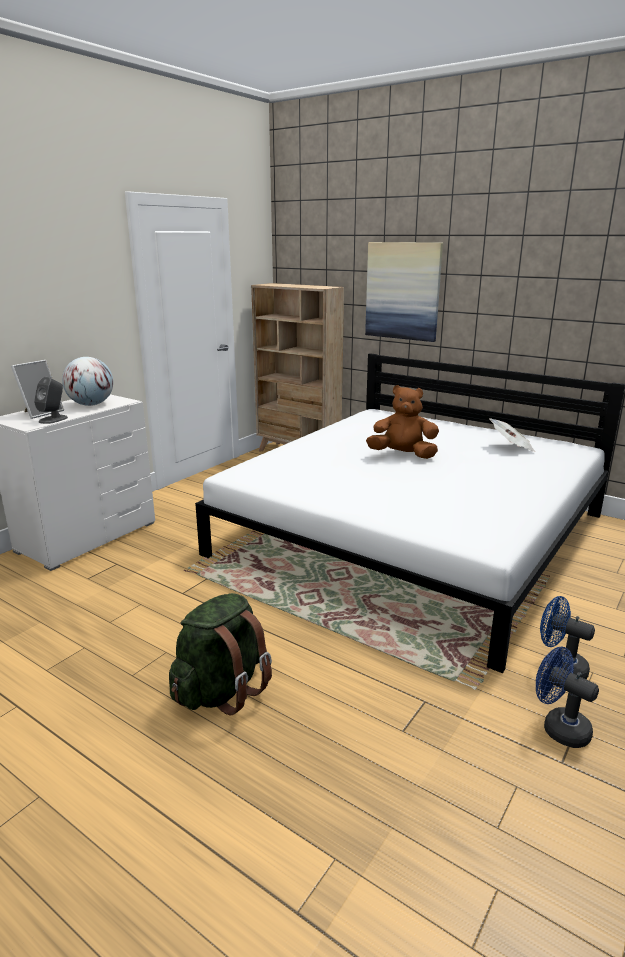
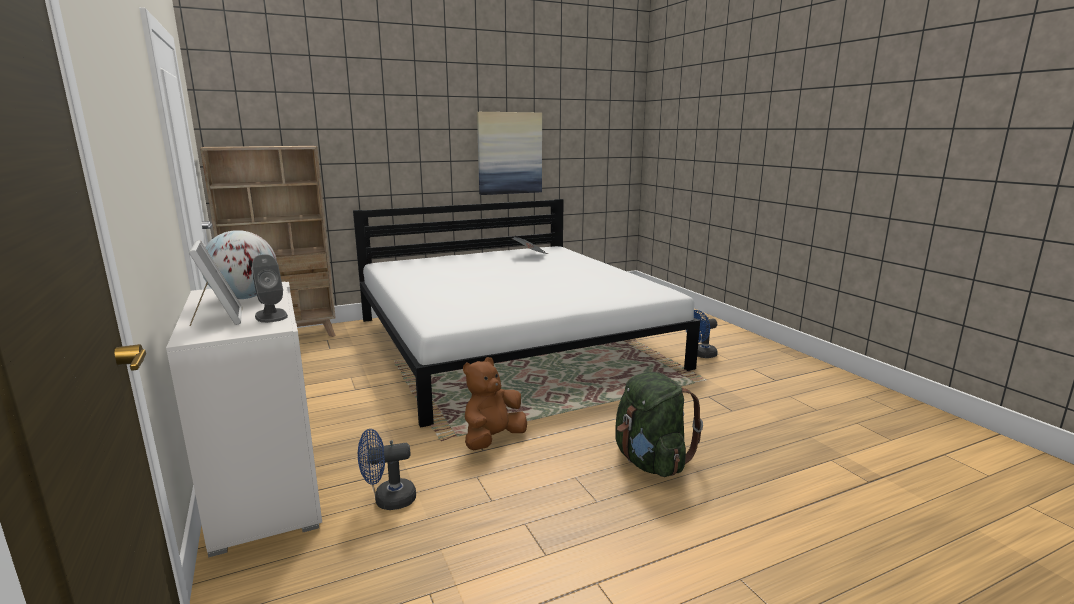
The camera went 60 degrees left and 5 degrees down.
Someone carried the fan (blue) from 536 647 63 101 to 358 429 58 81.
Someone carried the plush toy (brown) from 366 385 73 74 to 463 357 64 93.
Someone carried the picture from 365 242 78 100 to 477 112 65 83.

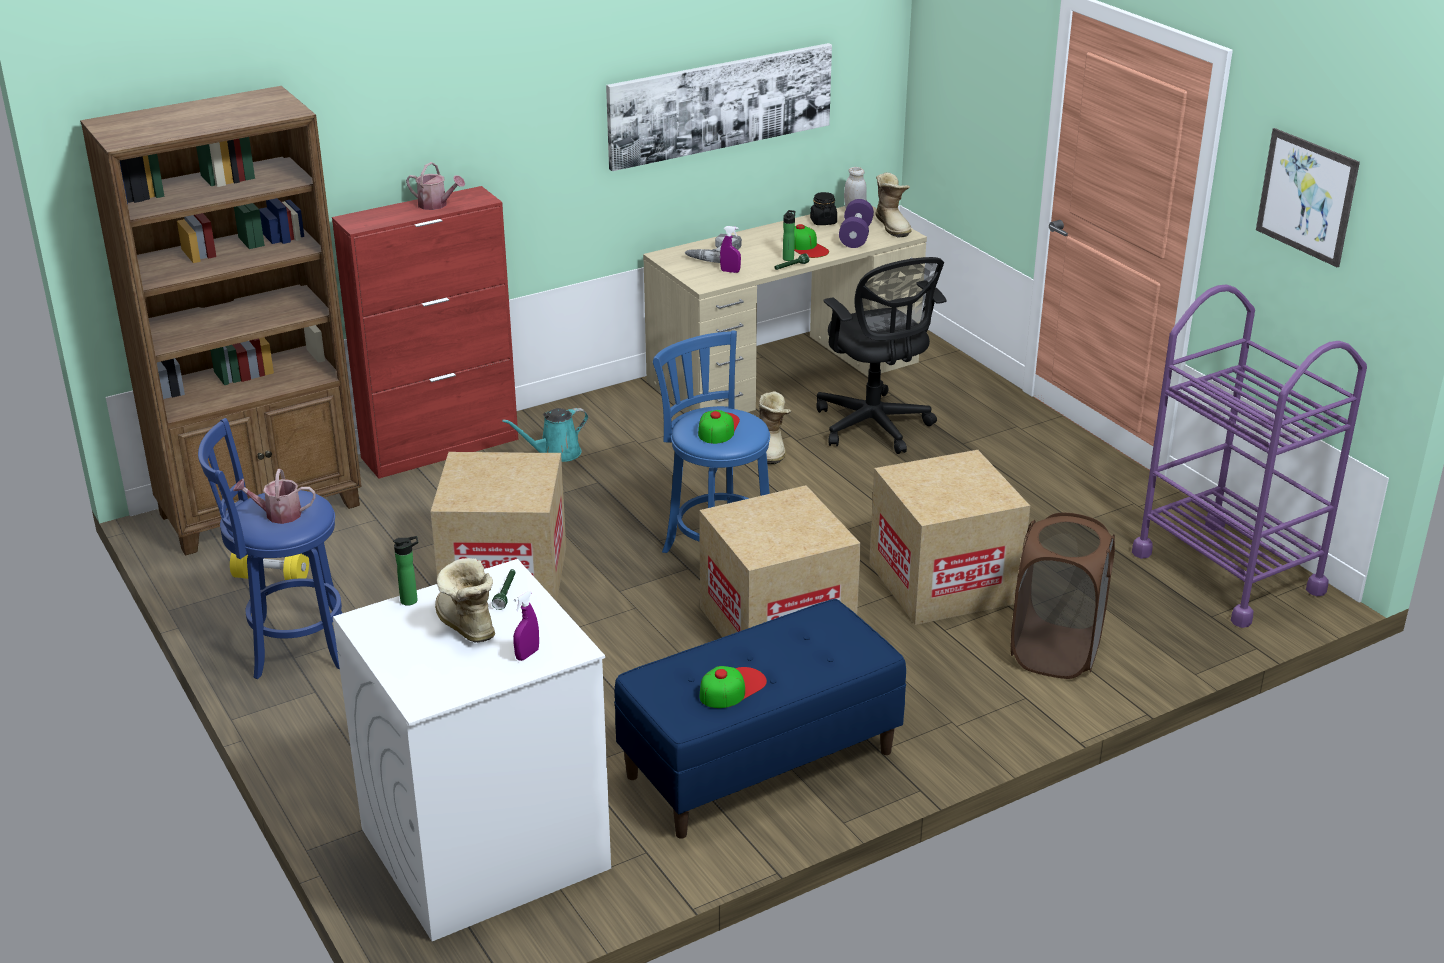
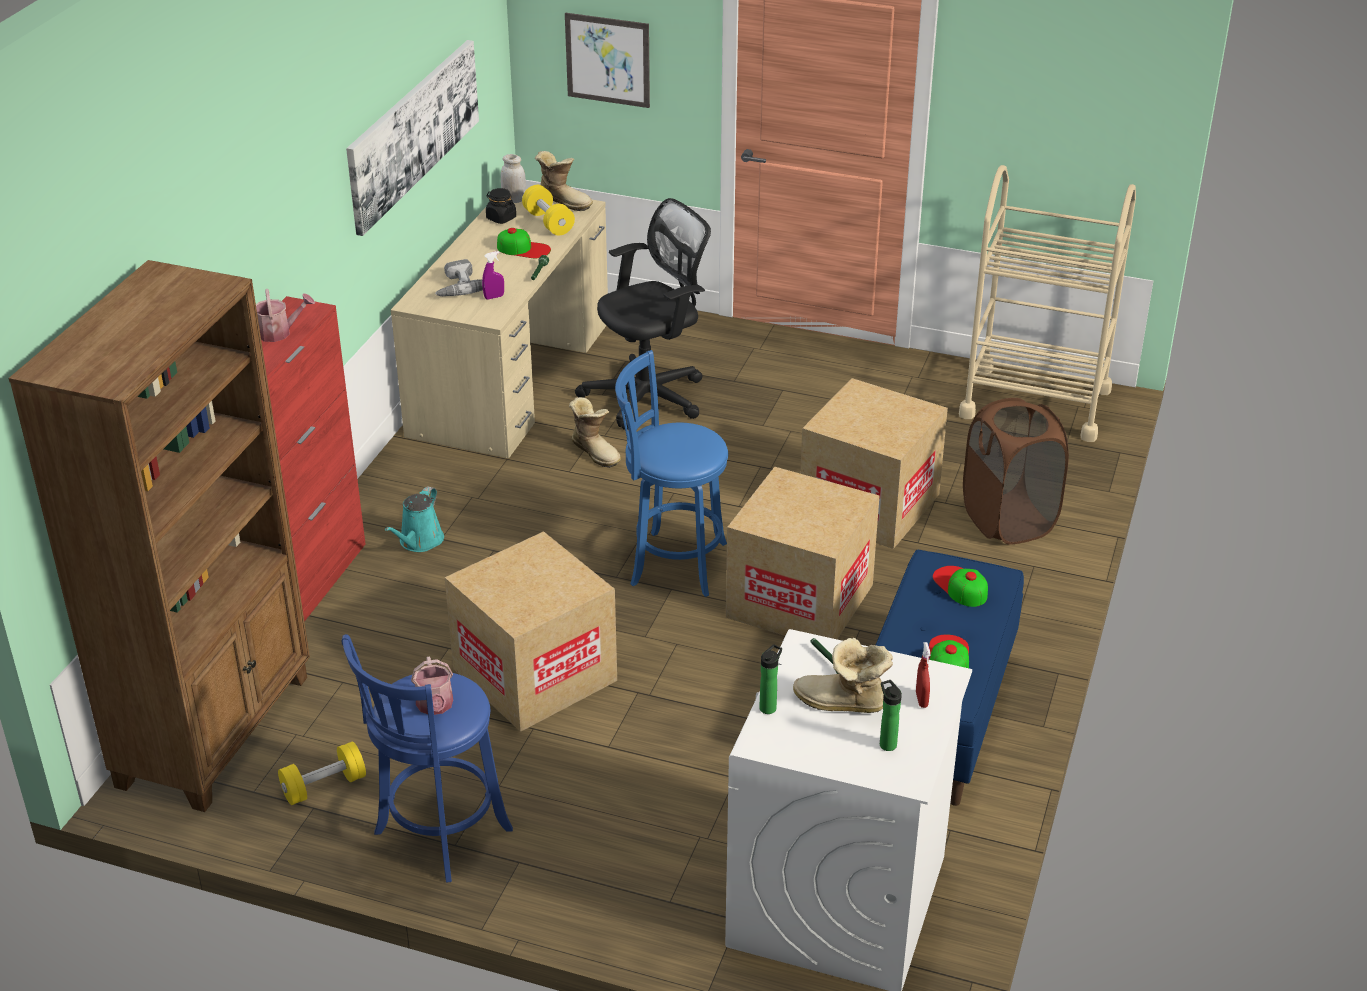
The camera went 40 degrees left and 5 degrees up.
Someone rotated the watering can at 233 469 83 55 by 60 degrees counterclockwise.
Someone repainted the dumbbell (purple) at 839 199 35 49, which became the dumbbell (yellow) at 522 185 53 50.
Someone carried the picture from 1256 128 104 139 to 565 13 85 95.
Someone rotated the office chair (black) at 816 257 130 197 by 60 degrees counterclockwise.
Someone carried the bottle from 783 210 12 51 to 880 680 22 71.
Someone repainted the spray bottle (purple) at 513 591 26 70, which became the spray bottle (red) at 916 642 15 66.
Someone carried the cap from 698 410 42 34 to 933 566 55 41.
Someone repainted the cart (purple) at 1132 285 235 343, which became the cart (beige) at 959 165 177 277.

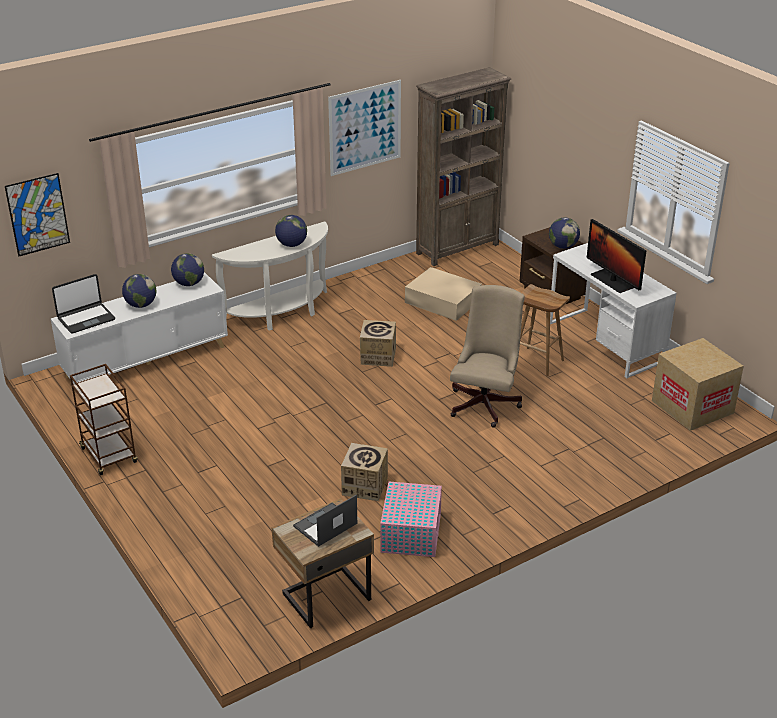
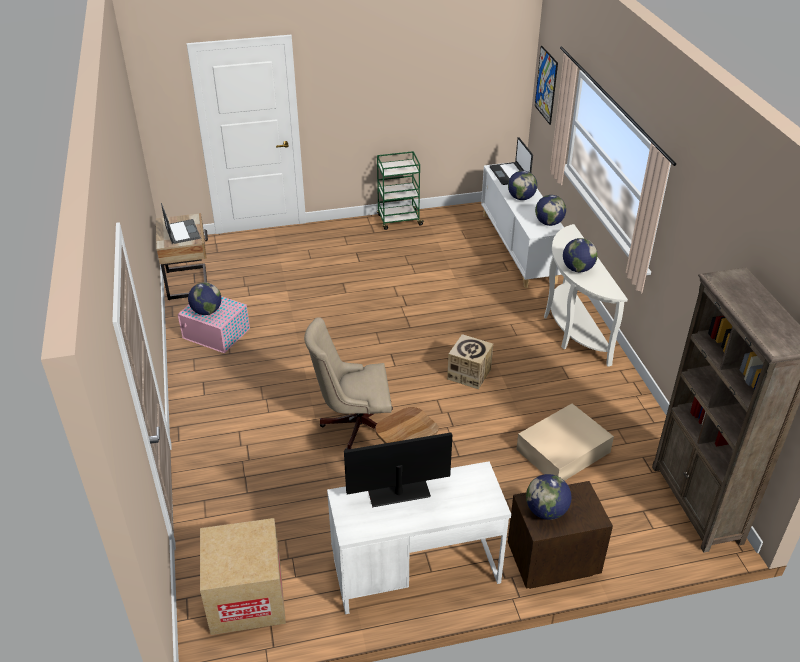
The camera went 110 degrees right and 5 degrees up.
Someone put down the globe at 188 282 33 33.
Someone rotated the office chair (beige) at 450 285 75 143 by 135 degrees clockwise.
Someone repainted the cart (brown) at 70 364 68 111, which became the cart (green) at 377 151 47 79.
Someone took away the picture at 328 80 73 96.
Someone took away the cardboard box at 341 443 47 58.

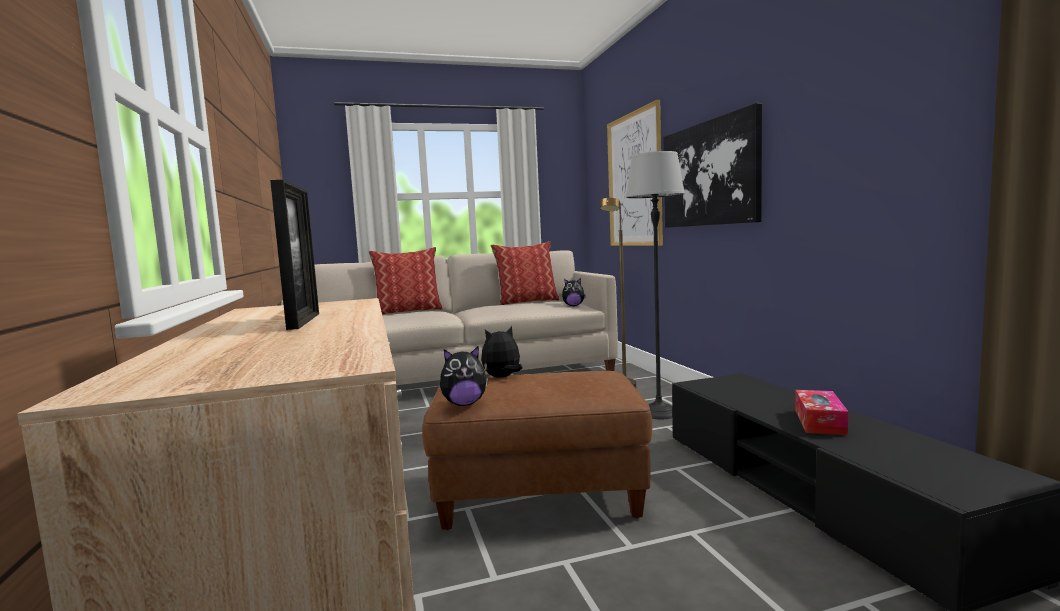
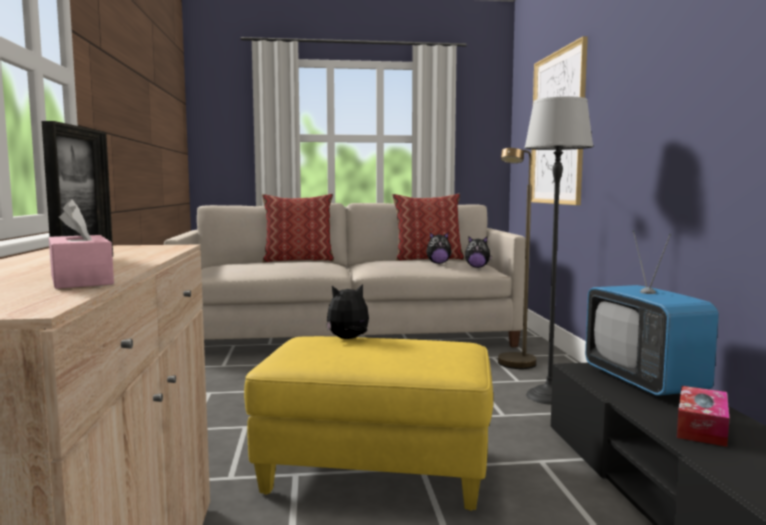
The camera went 10 degrees right and 0 degrees up.
Someone put down the tissue box (pink) at 49 199 65 90.
Someone repainted the ottoman (brown) at 422 371 230 159, which became the ottoman (yellow) at 244 336 249 175.
Someone carried the plush toy from 440 346 48 60 to 426 232 26 32.
Someone put down the television at 585 230 134 166.
Someone took away the picture at 663 103 99 125.

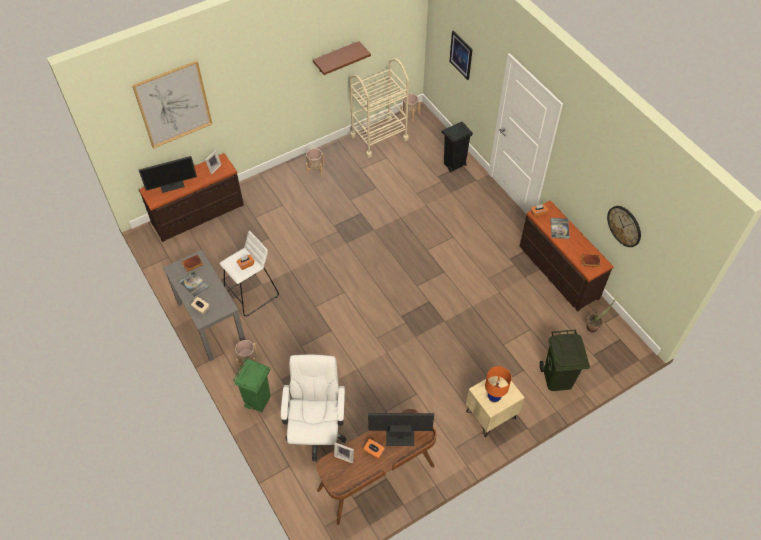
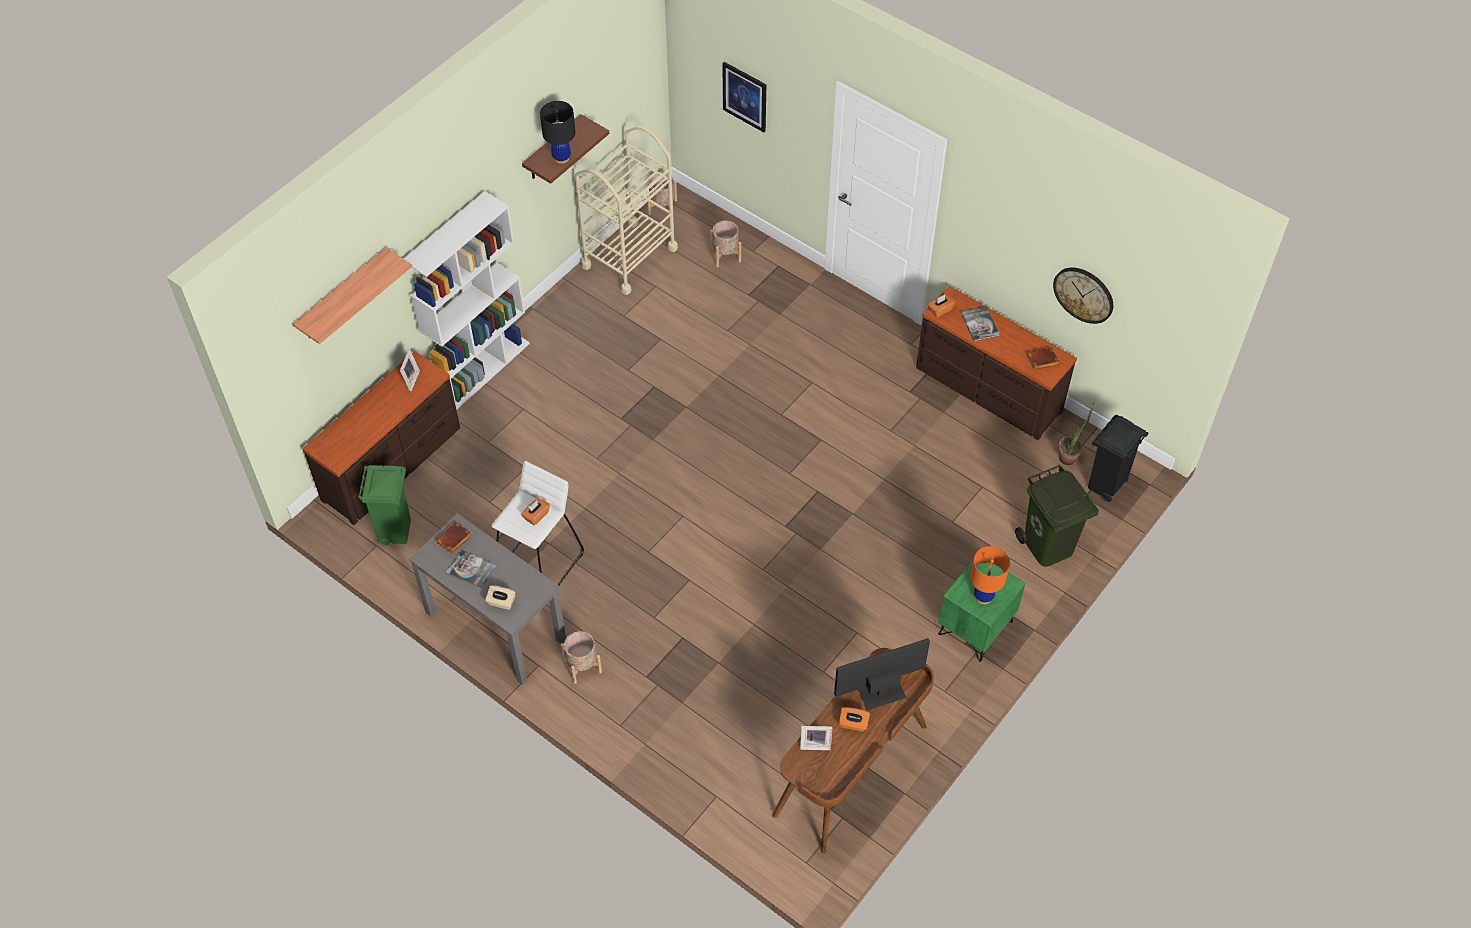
The camera went 20 degrees left and 0 degrees up.
Someone swapped the picture at 132 61 80 88 for the shelf at 293 248 119 96.
Someone carried the trash can (green) from 233 359 38 53 to 358 465 53 81.
Someone put down the bookcase (white) at 404 191 126 219.
Someone put down the table lamp (black) at 540 101 35 63.
Someone carried the planter (beige) from 306 148 18 28 to 710 221 31 46.
Someone repainted the nightstand (beige) at 466 376 59 61, which became the nightstand (green) at 938 561 87 101.
Someone carried the trash can (black) from 441 122 32 51 to 1088 415 60 87.
Someone took away the monitor at 139 156 58 37.
Someone took away the office chair (white) at 281 354 66 107.

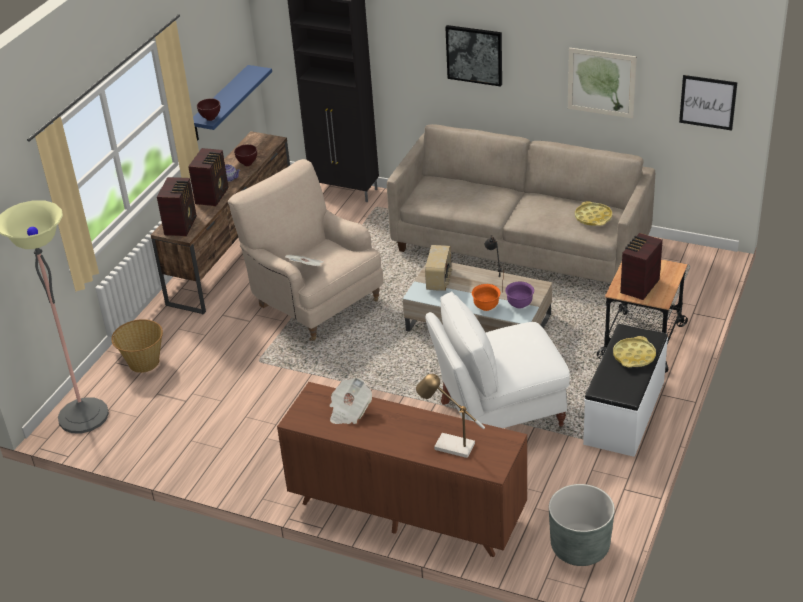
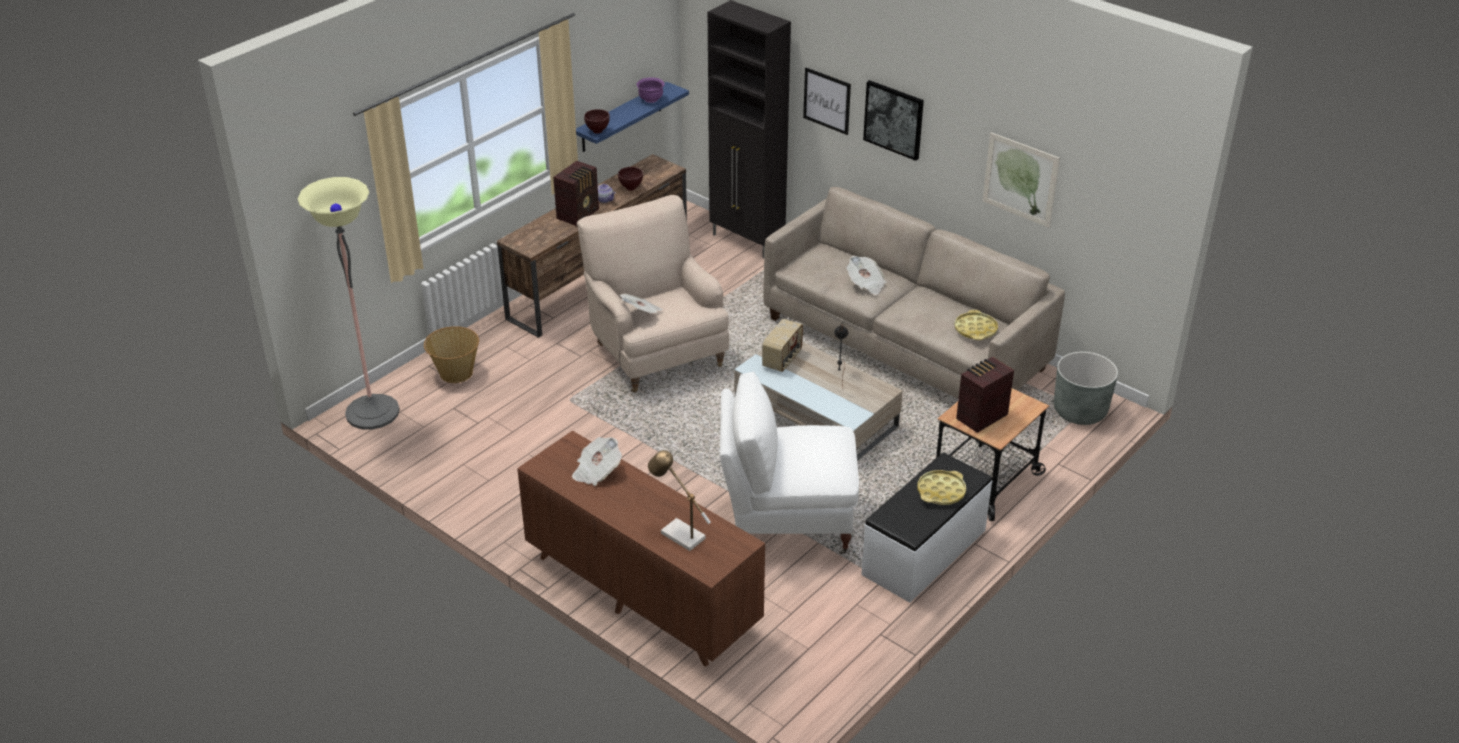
The camera went 15 degrees right and 0 degrees up.
Someone carried the bowl (purple) from 505 281 29 27 to 636 77 29 26.
Someone carried the picture from 679 75 58 55 to 803 67 48 68.
Someone put down the newspaper at 847 256 40 39.
Someone carried the planter (grey) from 549 484 66 82 to 1054 352 64 73.
Someone took away the radio at 157 177 40 59.
Someone took away the bowl (orange) at 472 284 29 27.

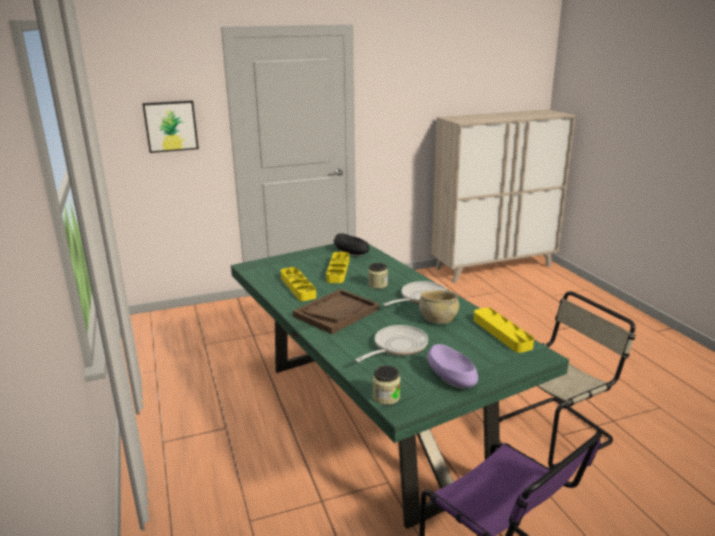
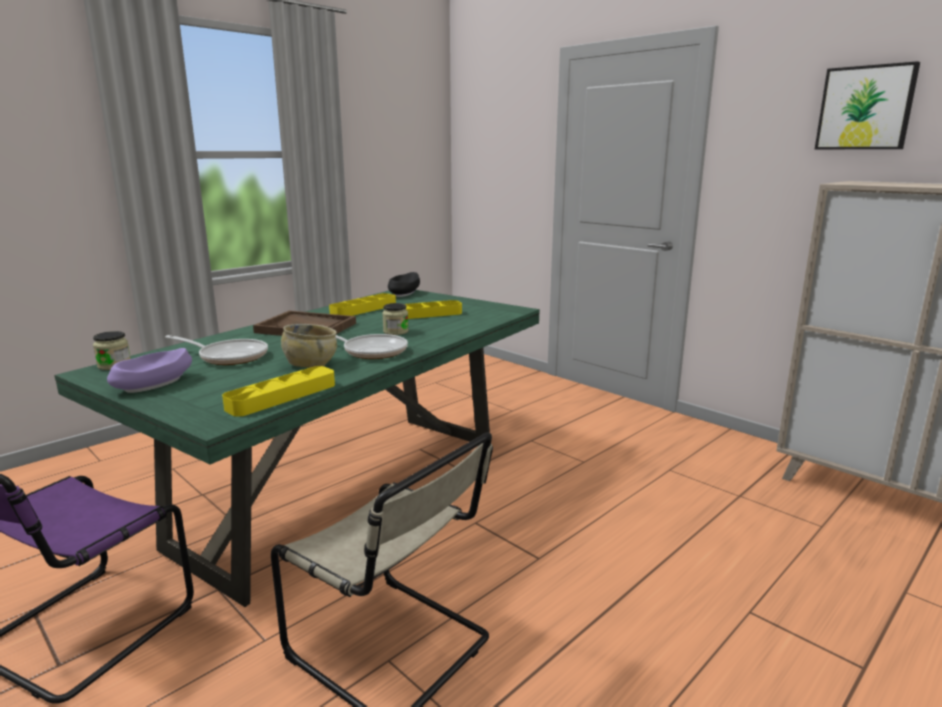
The camera went 65 degrees right and 5 degrees down.
Someone carried the bowl (black) from 334 233 36 23 to 388 272 32 25.
Someone carried the picture from 142 100 57 53 to 815 61 105 88.

